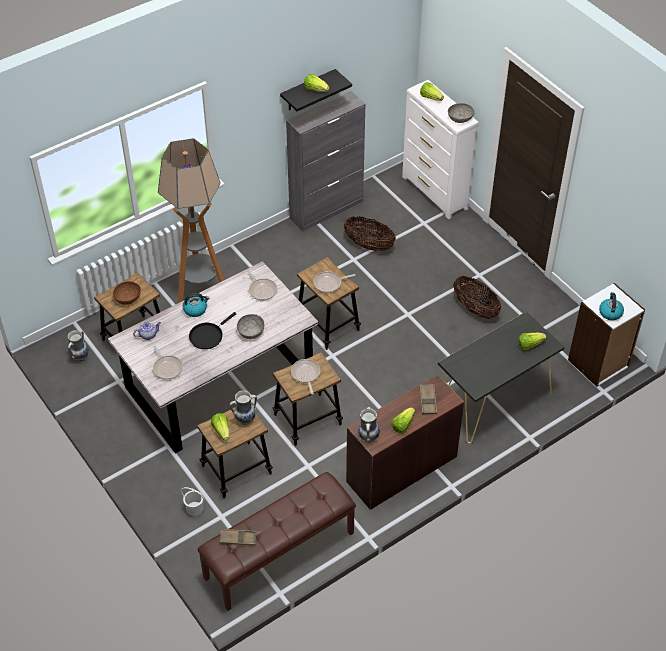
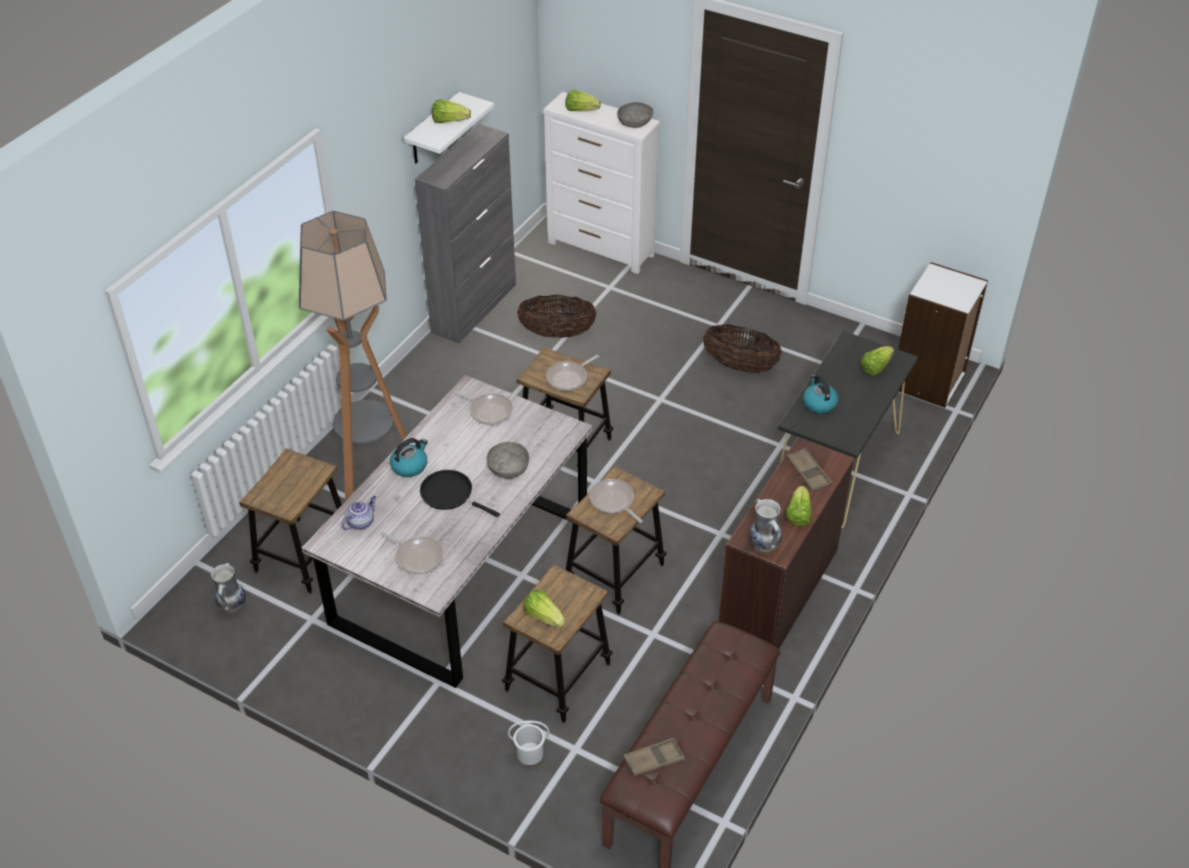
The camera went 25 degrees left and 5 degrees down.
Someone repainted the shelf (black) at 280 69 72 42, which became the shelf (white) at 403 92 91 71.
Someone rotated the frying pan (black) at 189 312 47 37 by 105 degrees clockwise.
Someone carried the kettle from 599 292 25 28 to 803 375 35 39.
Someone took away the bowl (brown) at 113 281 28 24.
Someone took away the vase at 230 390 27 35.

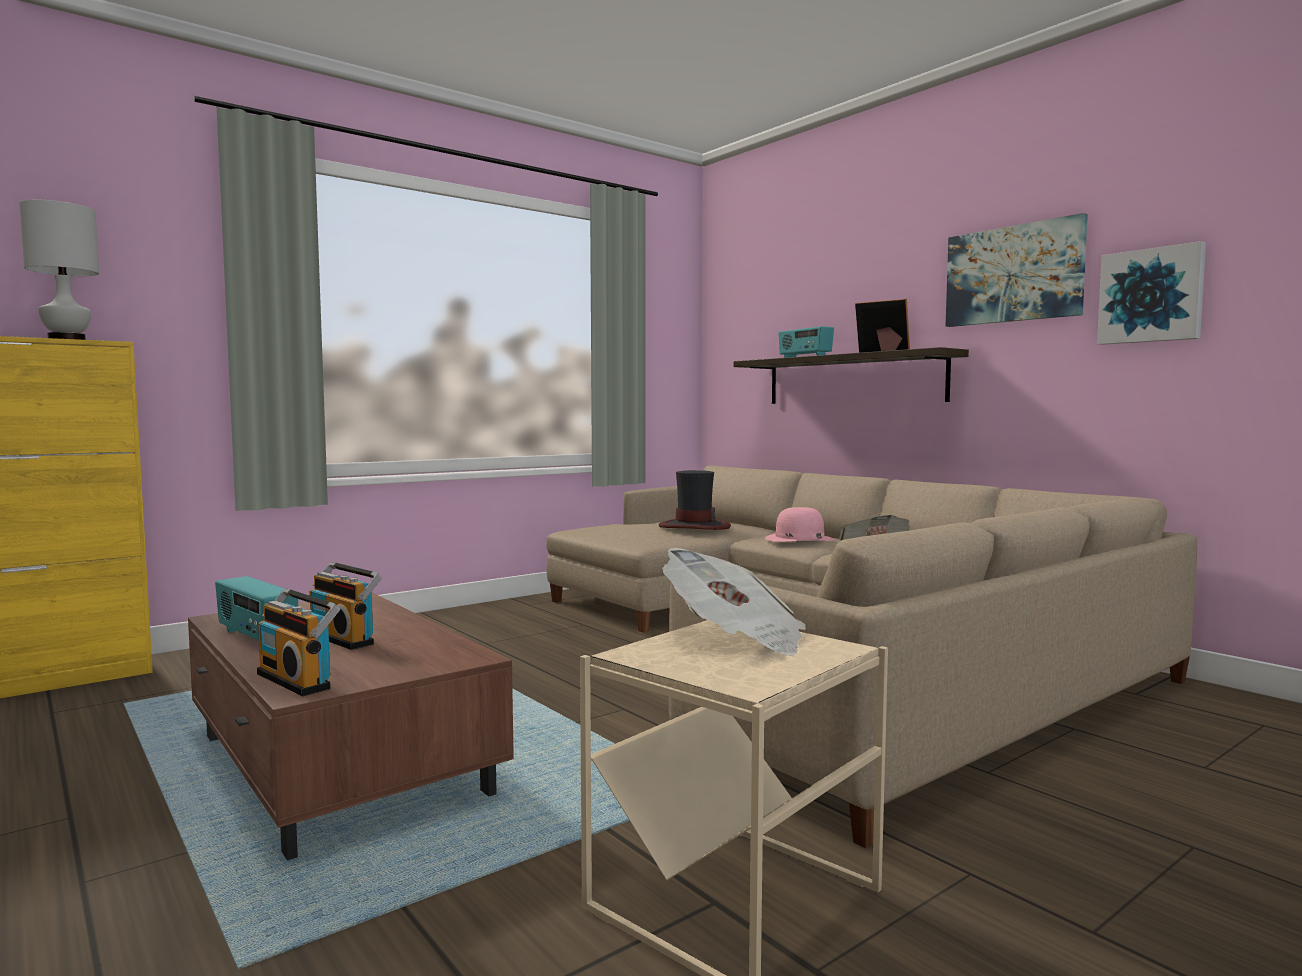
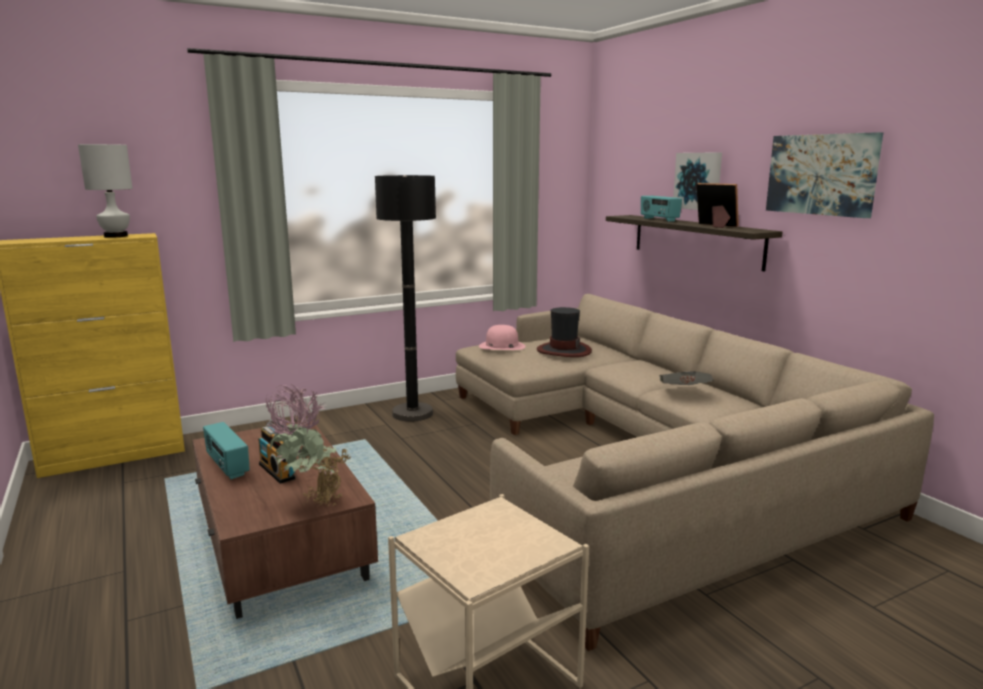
The camera went 10 degrees right and 10 degrees up.
Someone put down the potted plant at 266 384 84 123.
Someone put down the floor lamp (black) at 375 175 61 247.
Someone carried the hat (pink) from 765 507 70 35 to 479 325 46 25.
Someone carried the picture from 1097 241 109 104 to 673 152 49 58.
Someone took away the radio at 257 588 83 108.
Someone took away the newspaper at 662 548 144 108.

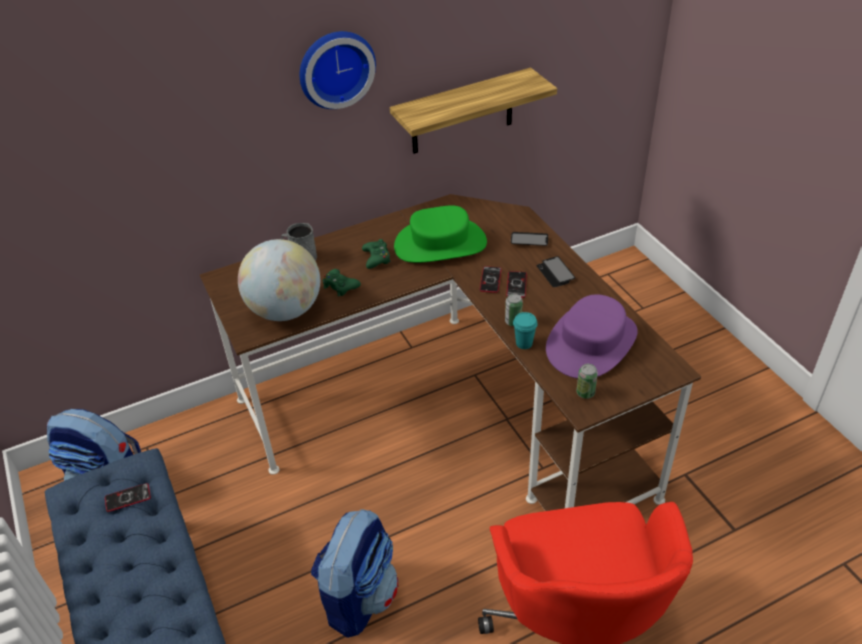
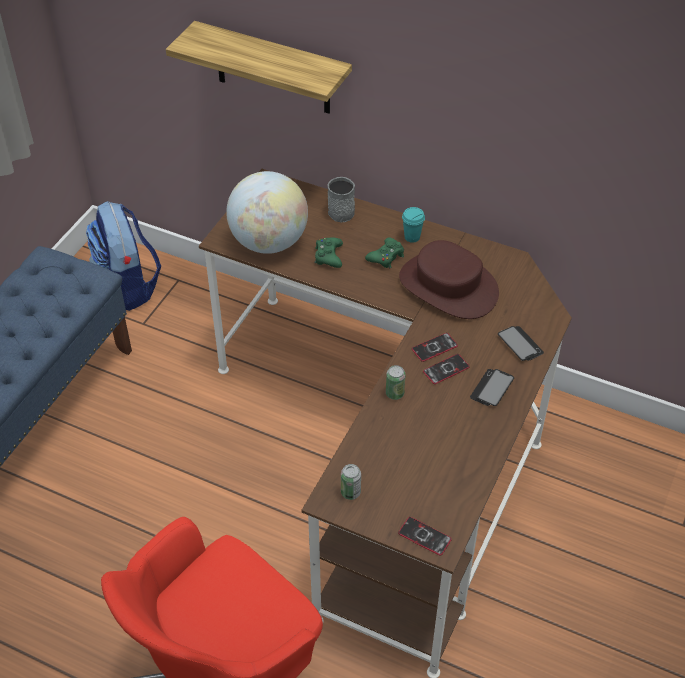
The camera went 50 degrees right and 5 degrees up.
Someone carried the shelf from 390 68 167 86 to 166 21 186 93.
Someone carried the phone from 105 483 46 29 to 398 517 54 39.
Someone repainted the hat (green) at 394 205 93 58, which became the hat (brown) at 399 240 100 79.
Someone carried the cup (turquoise) from 513 312 25 37 to 402 207 23 36.
Someone took away the wall clock at 300 31 76 78.
Someone took away the backpack at 311 509 87 129.
Someone took away the hat (purple) at 546 294 92 85.

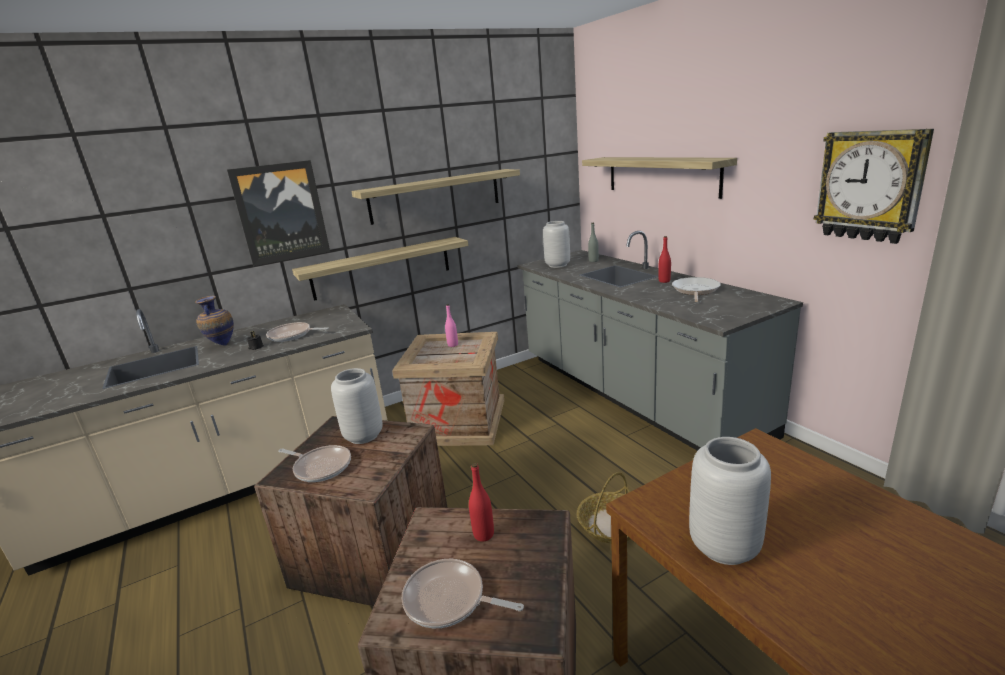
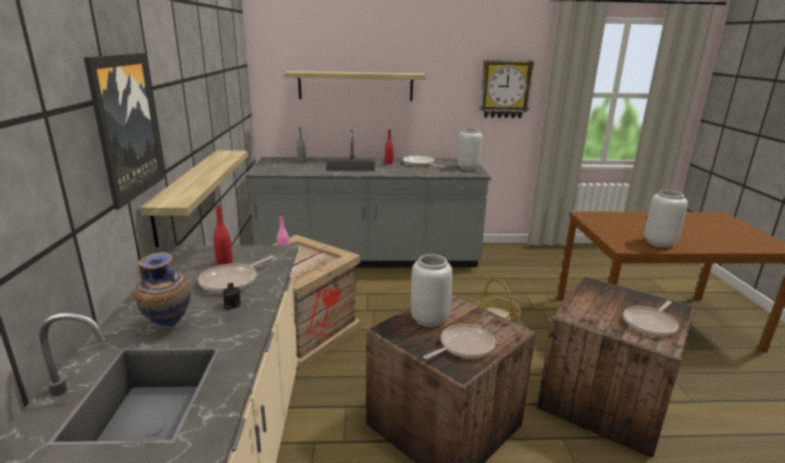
The camera went 65 degrees left and 0 degrees up.
Someone carried the bottle (red) from 469 463 25 79 to 213 205 20 60.
Someone carried the vase (grey) from 543 221 27 47 to 457 128 26 42.
Someone took away the shelf at 351 169 169 56.

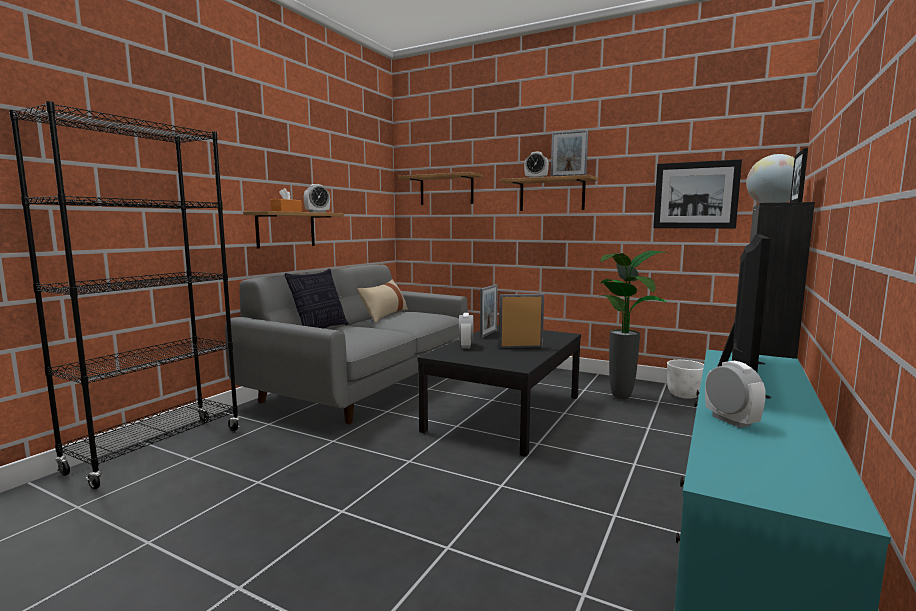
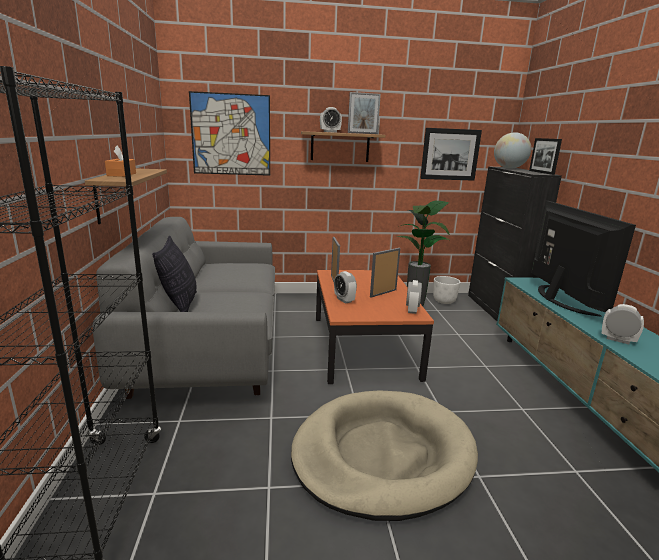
The camera went 35 degrees left and 10 degrees up.
Someone swapped the shelf at 398 172 85 33 for the picture at 189 91 81 85.
Someone put down the dog bed (beige) at 291 390 187 131.
Someone repainted the coffee table (black) at 417 325 164 132, which became the coffee table (orange) at 316 270 118 114.
Someone carried the alarm clock from 304 184 26 29 to 406 280 16 34.
Someone took away the pillow (beige) at 357 279 51 44.

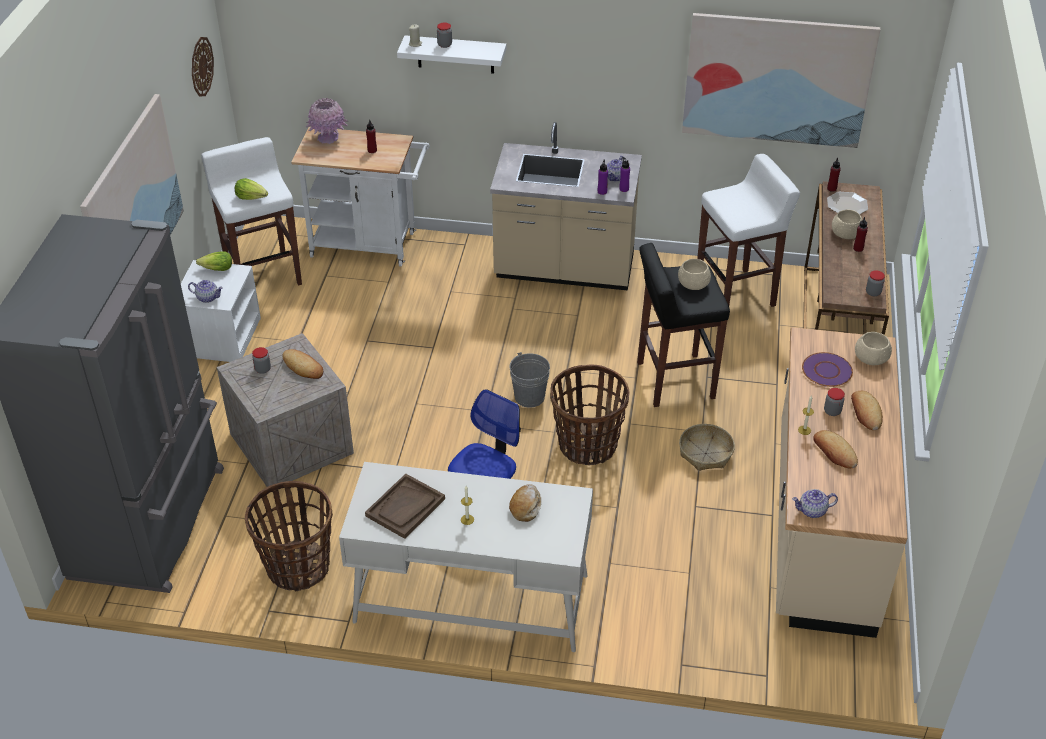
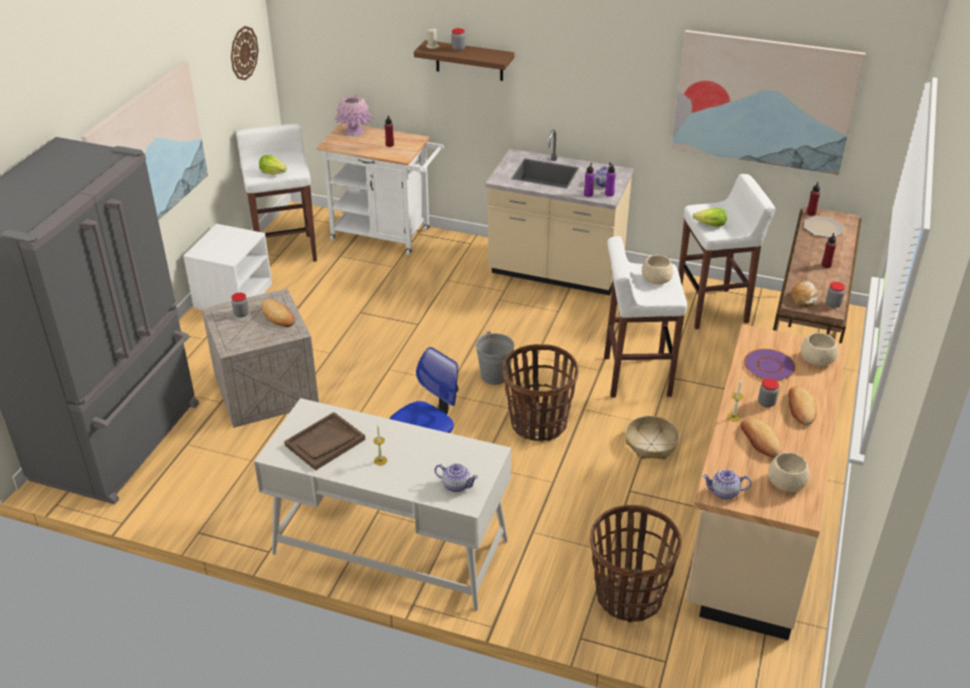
The camera went 10 degrees right and 5 degrees down.
Someone repainted the shelf (white) at 397 35 109 39, which became the shelf (brown) at 414 40 101 41.
Someone carried the teapot from 188 280 35 23 to 434 463 44 29.
Someone carried the basket from 245 481 88 110 to 590 505 92 117.
Someone repainted the stool (black) at 637 243 93 164, which became the stool (white) at 604 236 83 162.
Someone carried the lettuce from 196 251 36 20 to 692 208 35 19.
Someone carried the bowl (beige) from 832 209 30 30 to 768 452 42 40.
Someone carried the bread from 509 484 33 38 to 790 281 28 26.

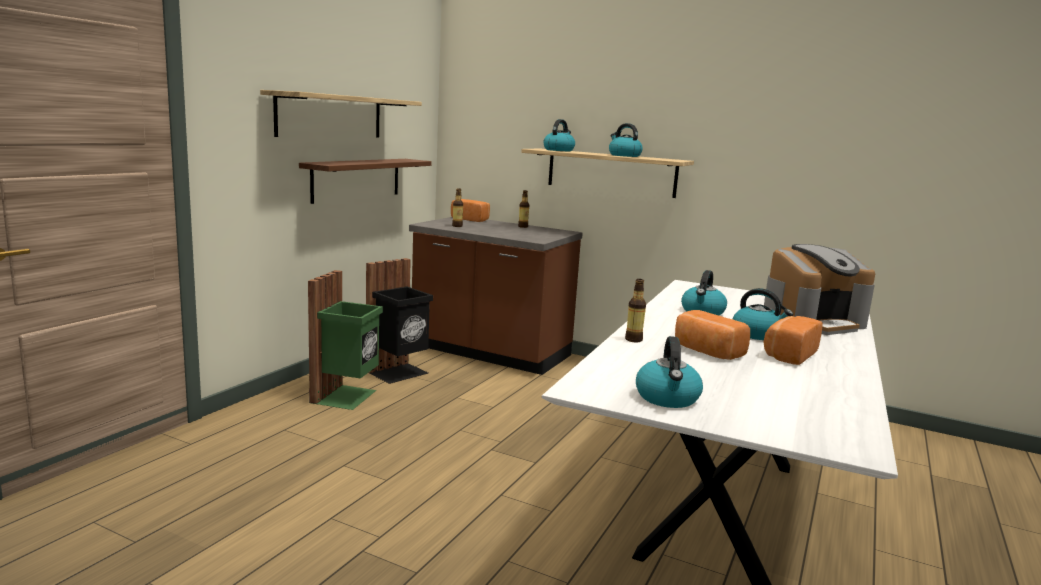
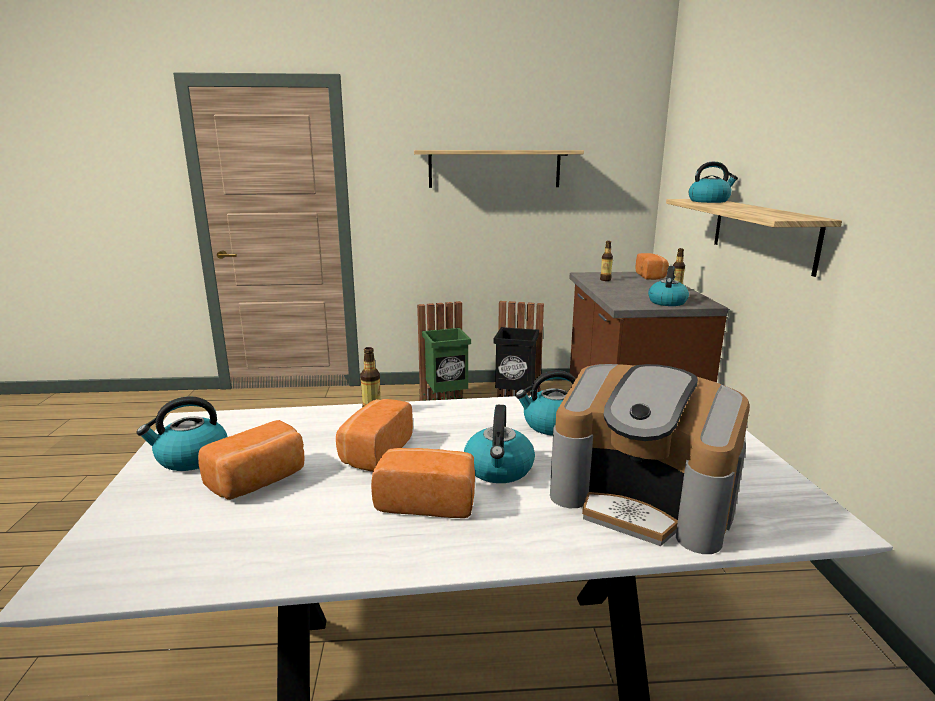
The camera went 60 degrees right and 5 degrees up.
Someone put down the bread at 198 420 106 80.
Someone carried the kettle from 609 123 34 34 to 648 266 41 40.
Someone took away the shelf at 299 159 133 45.

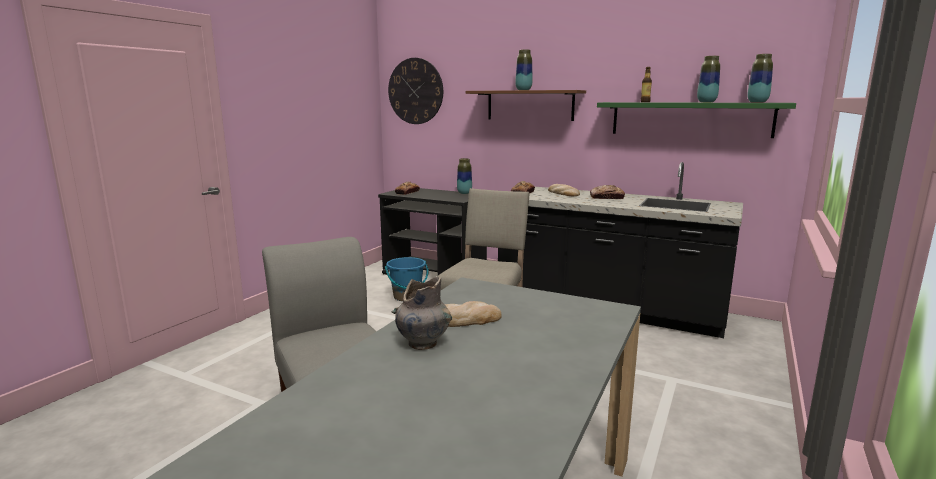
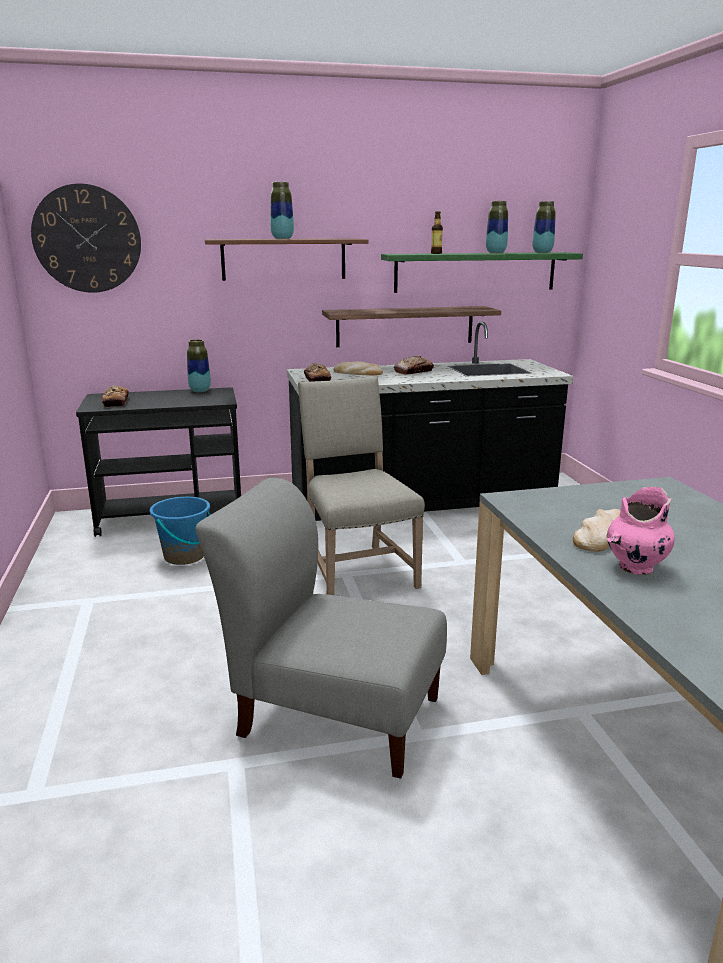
The camera went 40 degrees left and 5 degrees up.
Someone put up the shelf at 322 306 179 41.
Someone repainted the vase (grey) at 391 276 61 74, which became the vase (pink) at 607 487 68 88.

